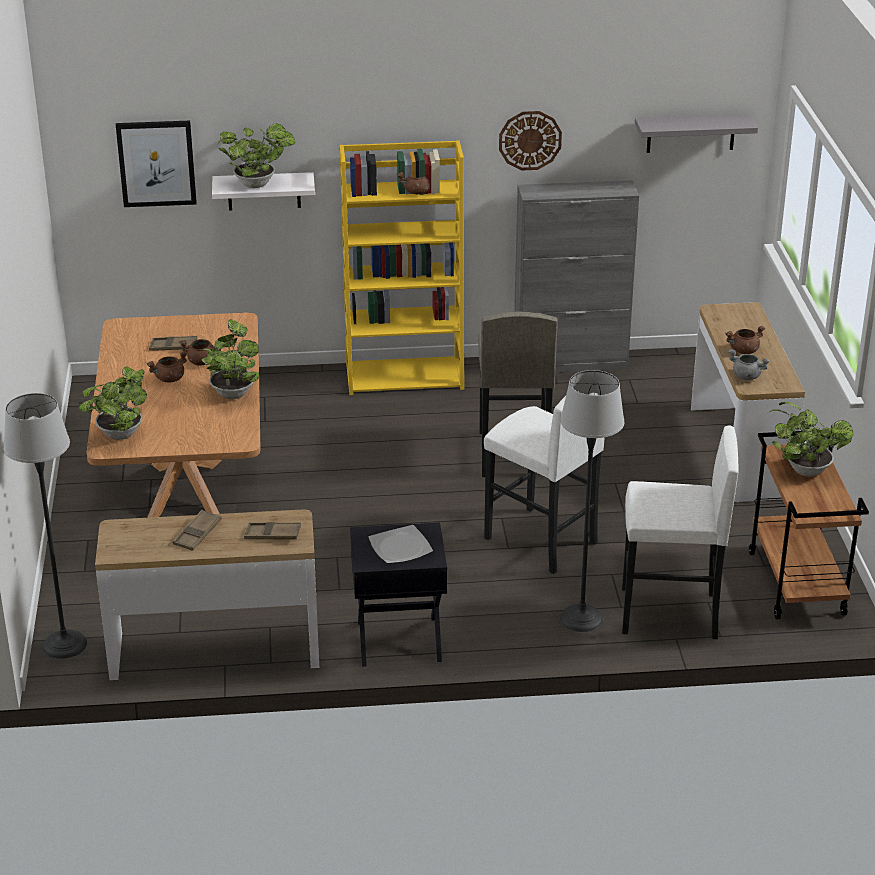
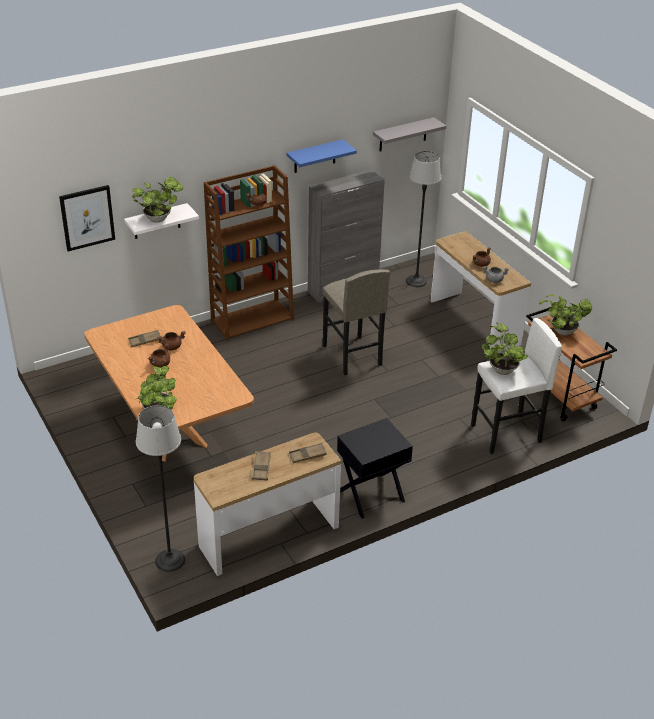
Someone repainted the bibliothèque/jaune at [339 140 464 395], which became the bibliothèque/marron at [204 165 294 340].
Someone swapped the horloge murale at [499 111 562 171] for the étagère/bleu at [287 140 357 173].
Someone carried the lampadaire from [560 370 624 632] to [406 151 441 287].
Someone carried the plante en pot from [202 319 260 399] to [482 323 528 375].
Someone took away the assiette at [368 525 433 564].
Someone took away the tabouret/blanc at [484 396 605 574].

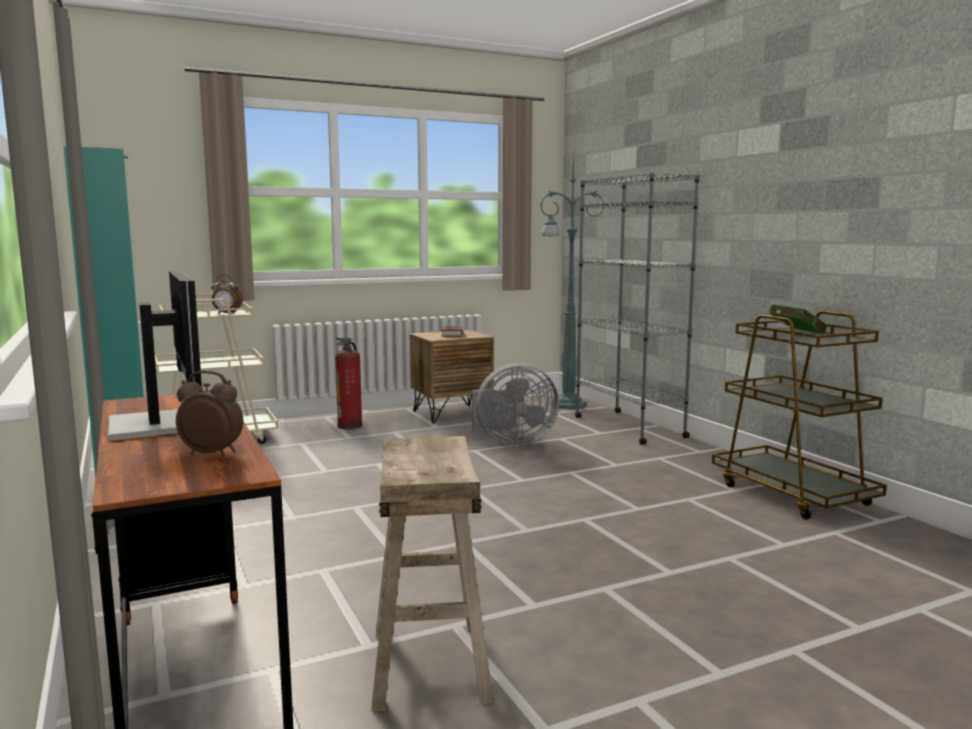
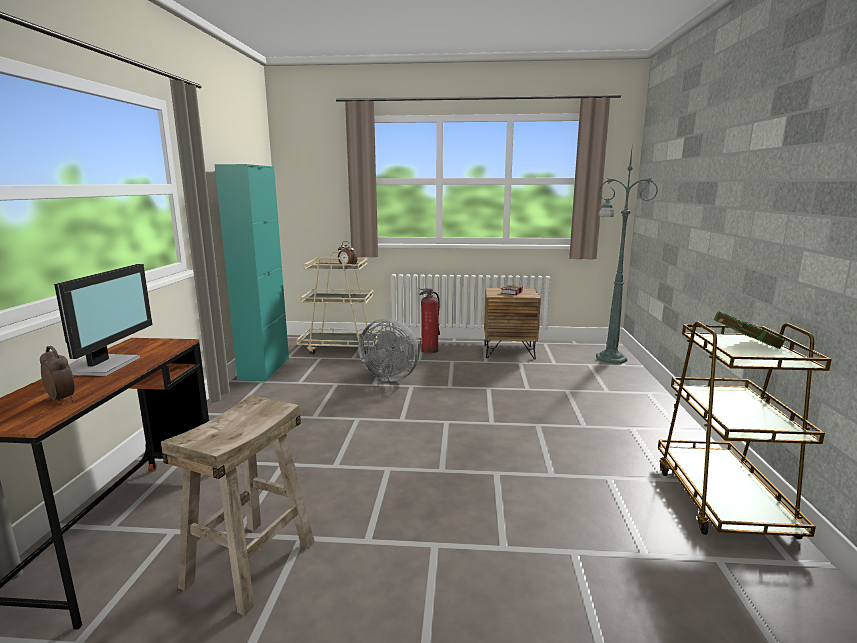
Someone carried the ventilateur/gris from [472 363 559 446] to [358 318 419 381].
Someone took away the bibliothèque/gris at [575 173 700 445].

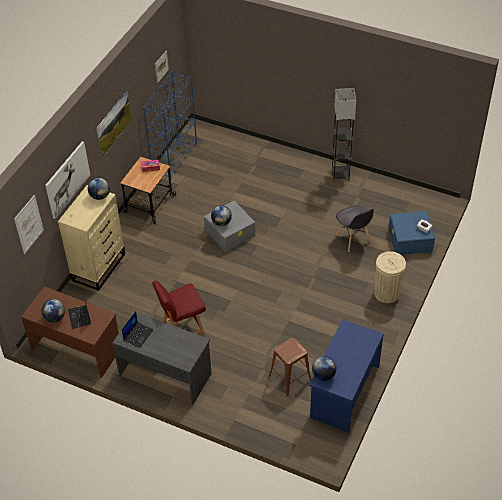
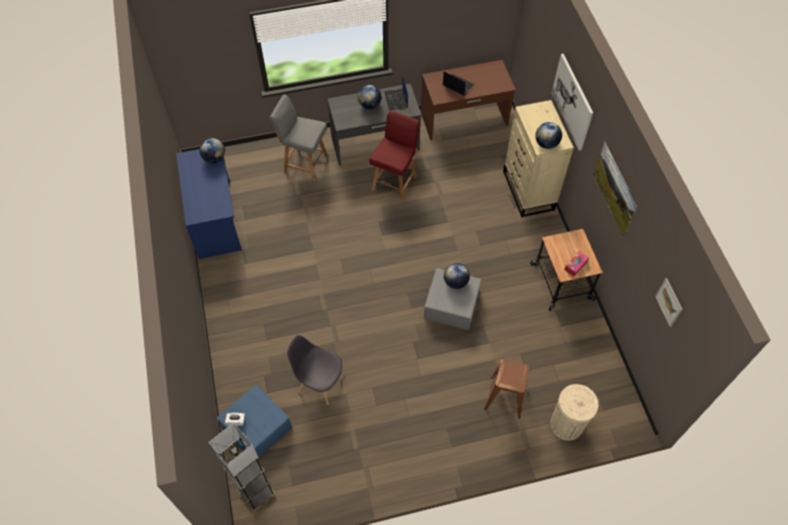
Someone carried the lampadaire/gris from [331 88 356 179] to [209 423 275 511].
Someone put down the chaise/gris at [270 94 328 181].
Someone carried the globe from [41 299 65 322] to [358 85 381 109].
Someone carried the tabouret/marron from [269 338 311 396] to [484 359 529 419].
Someone carried the poubelle/beige from [374 251 406 303] to [550 384 598 441].
Someone took away the tableau at [14 195 44 254].
Someone took away the bibliothèque/bleu at [143 71 197 179].

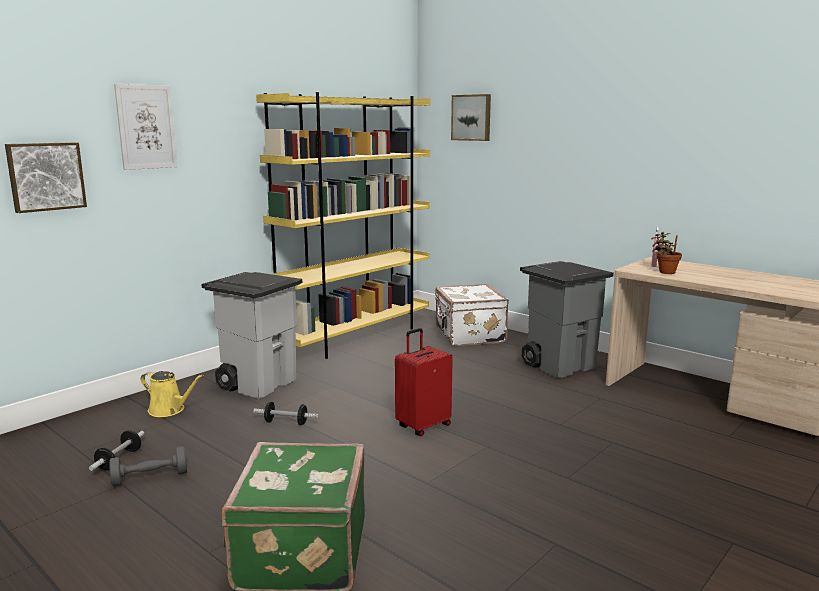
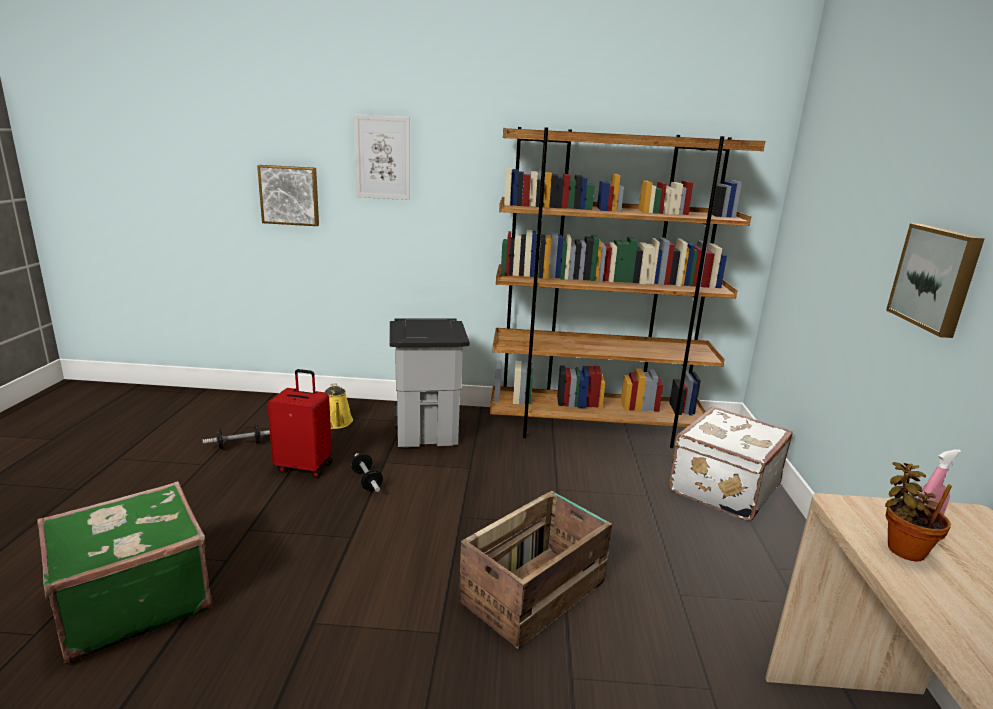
Someone carried the valise/rouge from [395 328 453 436] to [267 369 332 478].
Someone put down the caisse at [459 491 612 649].
Someone repainted the bibliothèque/jaune at [256 92 431 359], which became the bibliothèque/marron at [490 127 765 448].
Someone carried the tableau from [451 94 491 141] to [886 223 985 338].
Someone took away the haltère/gris at [109 446 187 486].
Someone took away the poubelle/gris at [520 261 614 378].

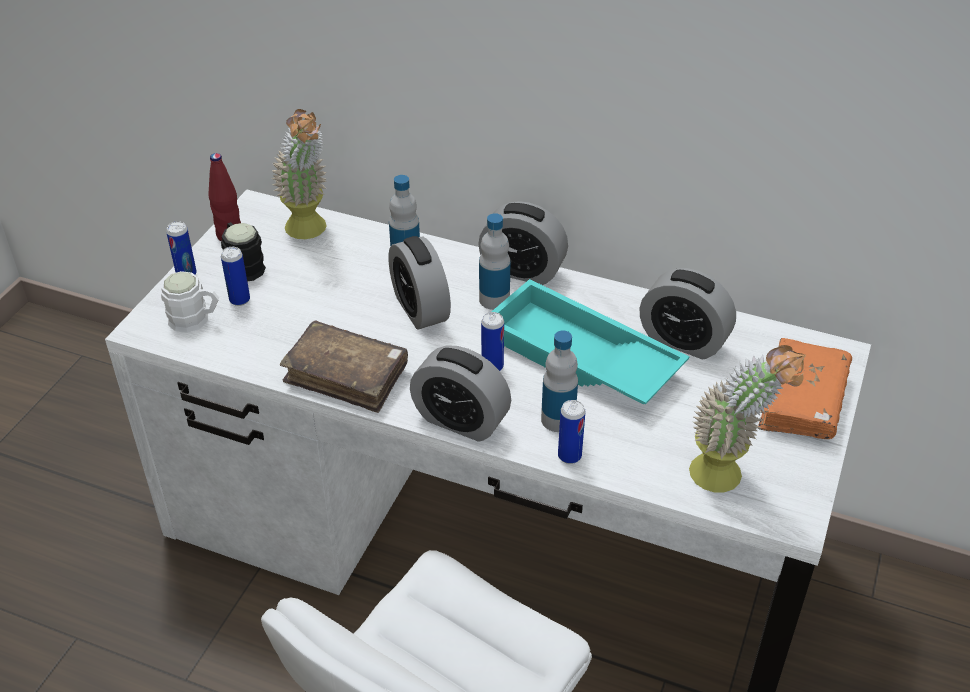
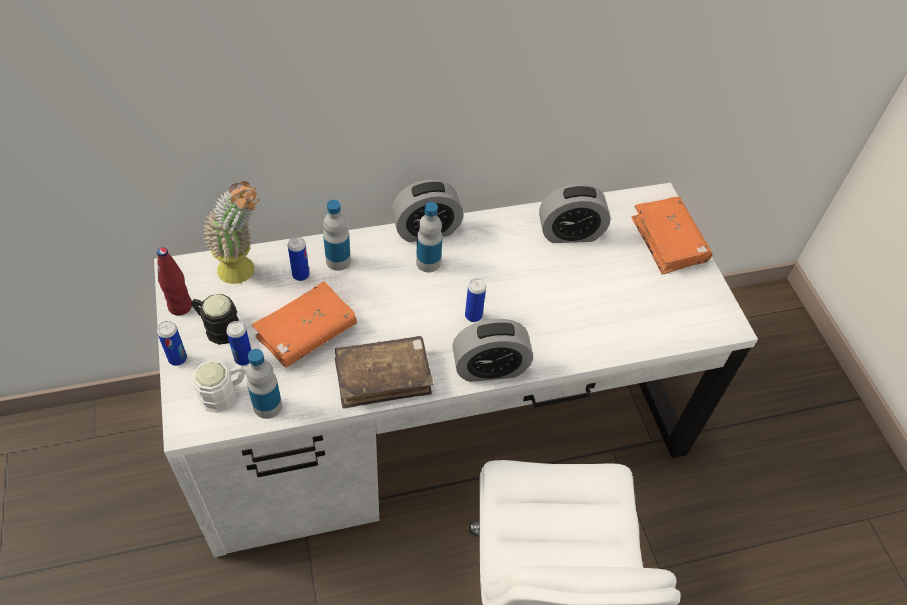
Someone carried the bouteille from [541 330 578 432] to [246 349 282 419].
Someone put down the livre/orange at [252 281 357 367].
Someone carried the boîte métallique from [558 400 586 464] to [288 237 309 281].
Someone took away the réveil at [388 236 451 329].
Someone took away the plateau/turquoise at [491 279 689 405].
Someone took away the plante en pot at [689 345 806 492].

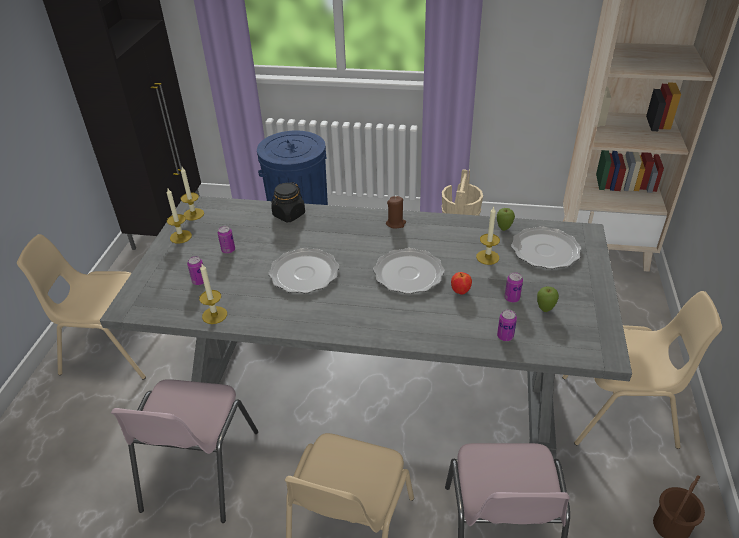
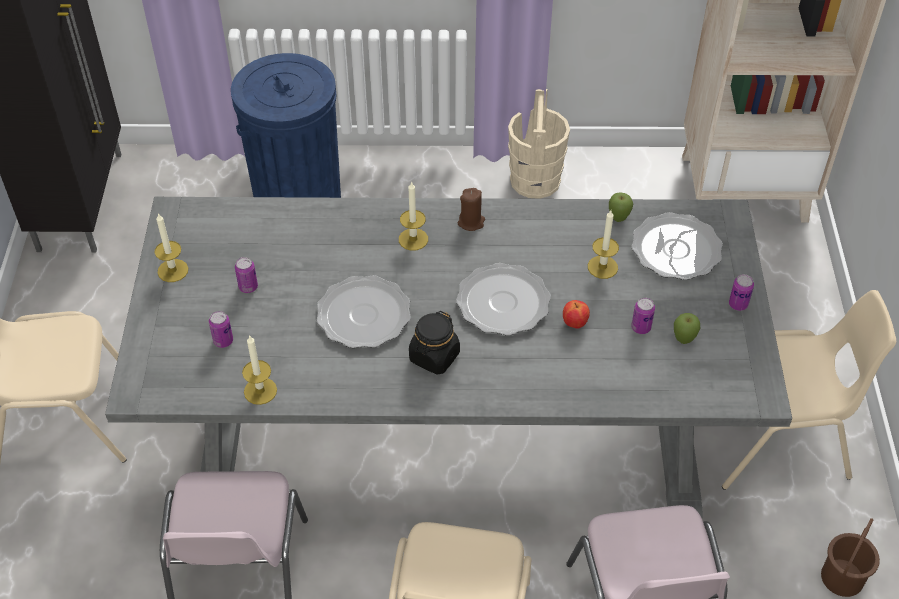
Someone carried the bougie from [181 167 204 221] to [399 181 428 251].
Someone carried the bocal/noir from [271 182 305 222] to [409 311 460 375].
Someone carried the boîte métallique from [497 309 517 341] to [729 274 754 311].

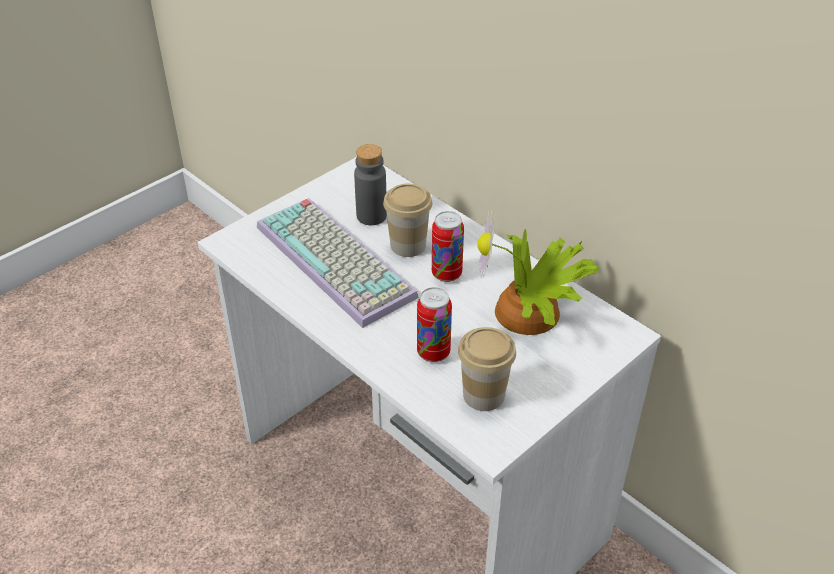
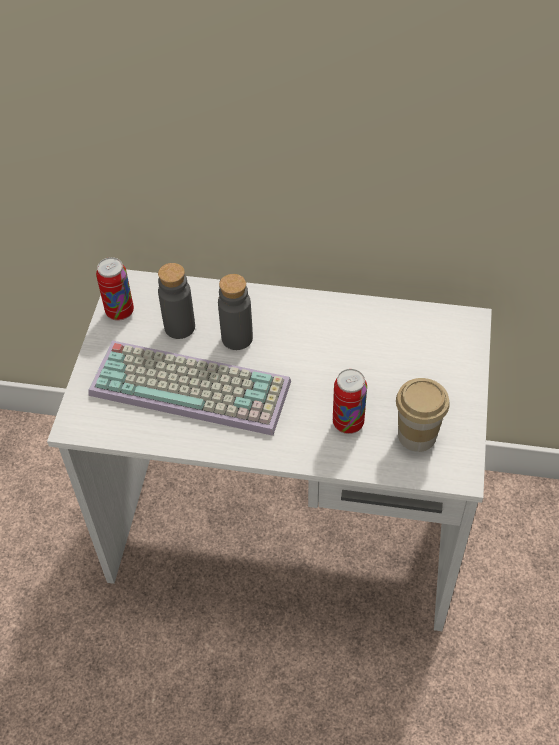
Someone carried the boîte métallique from [432 211 464 282] to [96 257 134 320].
Someone swapped the tasse at [383 184 432 257] for the bouteille/gris at [218 274 253 350].
Someone took away the plante en pot at [477 209 600 335].

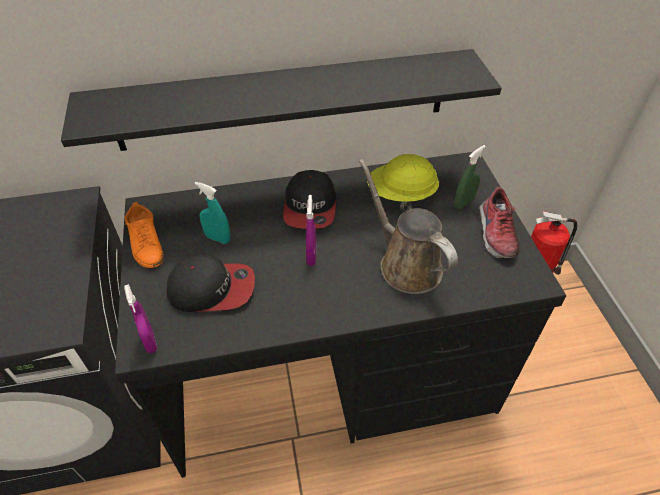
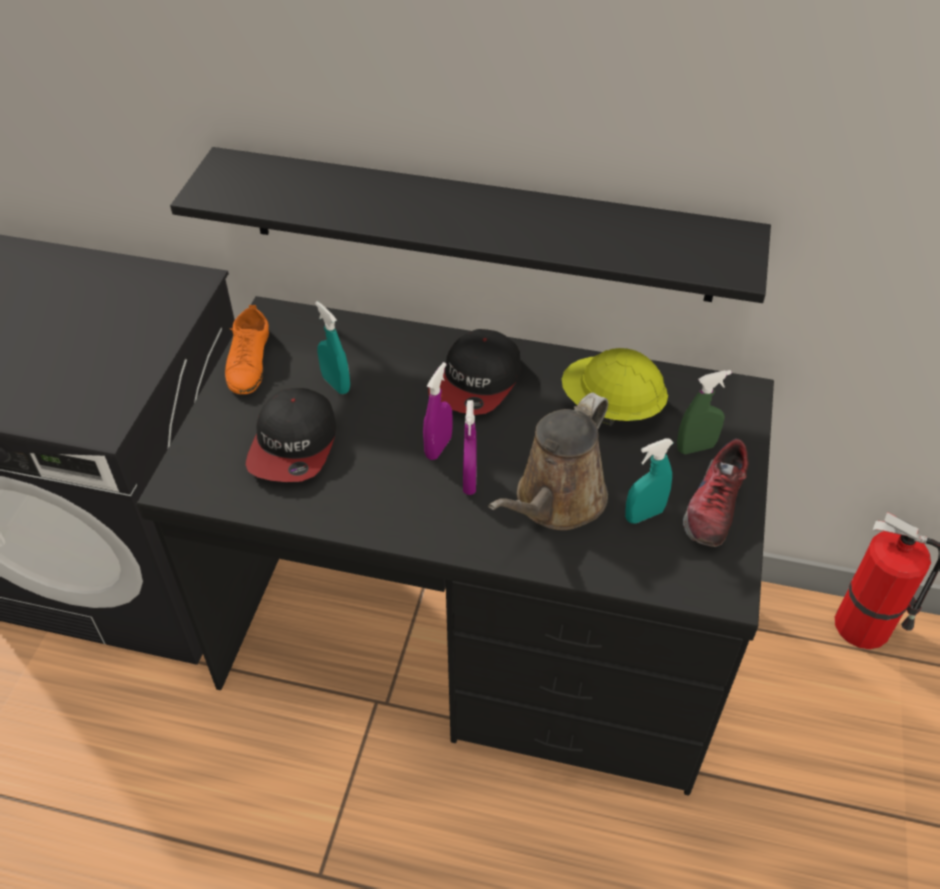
Someone rotated the casquette at [166 255 255 312] by 75 degrees clockwise.
Someone carried the vaporisateur/violet from [124 284 157 353] to [463 400 477 495].
Someone rotated the arrosoir/marron at [359 159 458 294] by 135 degrees counterclockwise.
Someone put down the vaporisateur/turquoise at [625 438 673 524].

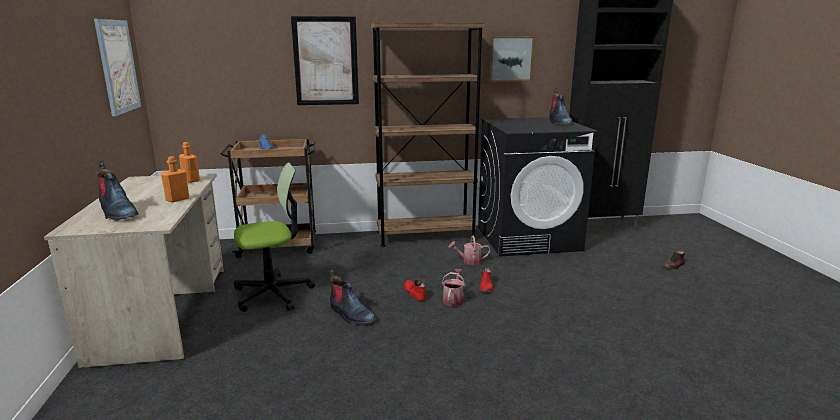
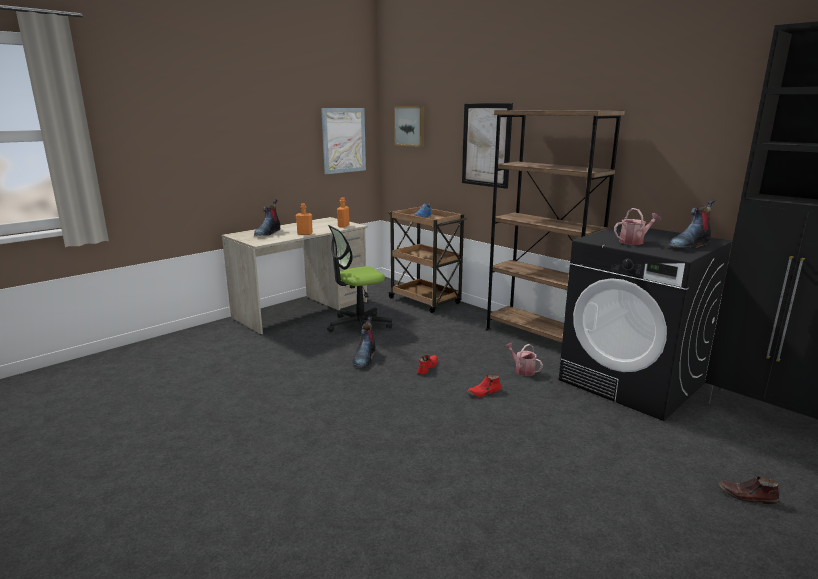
Someone rotated the chaise de bureau at [234 162 315 312] by 120 degrees clockwise.
Someone carried the tableau from [489 36 534 82] to [394 107 424 147].
Someone carried the arrosoir from [442 269 465 306] to [614 208 661 245].

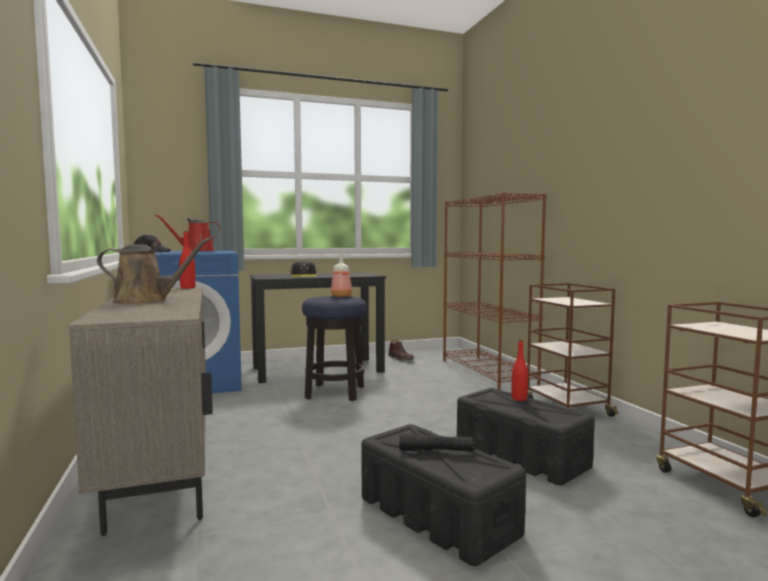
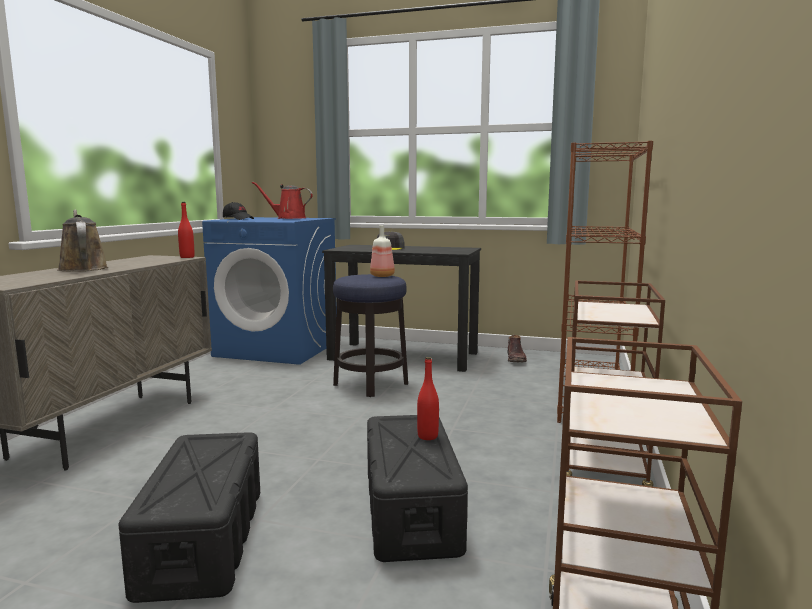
Someone rotated the arrosoir/marron at [97 237 211 304] by 150 degrees counterclockwise.
Someone took away the lampe de poche/noir at [399 433 475 451].

